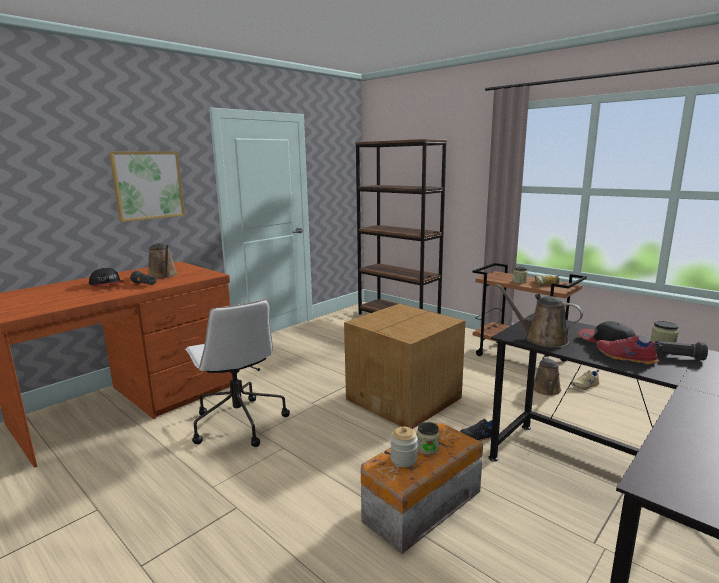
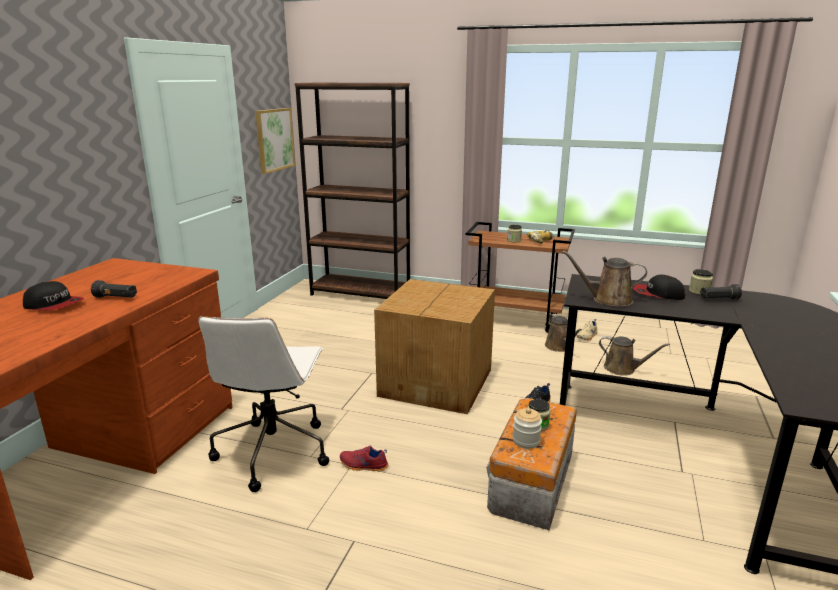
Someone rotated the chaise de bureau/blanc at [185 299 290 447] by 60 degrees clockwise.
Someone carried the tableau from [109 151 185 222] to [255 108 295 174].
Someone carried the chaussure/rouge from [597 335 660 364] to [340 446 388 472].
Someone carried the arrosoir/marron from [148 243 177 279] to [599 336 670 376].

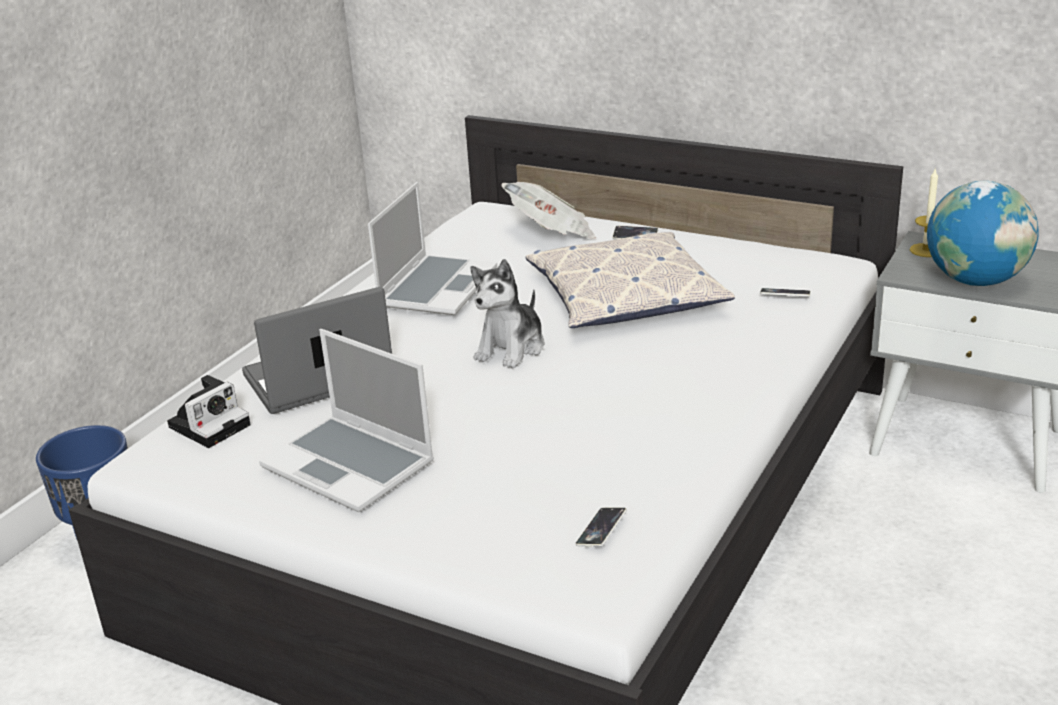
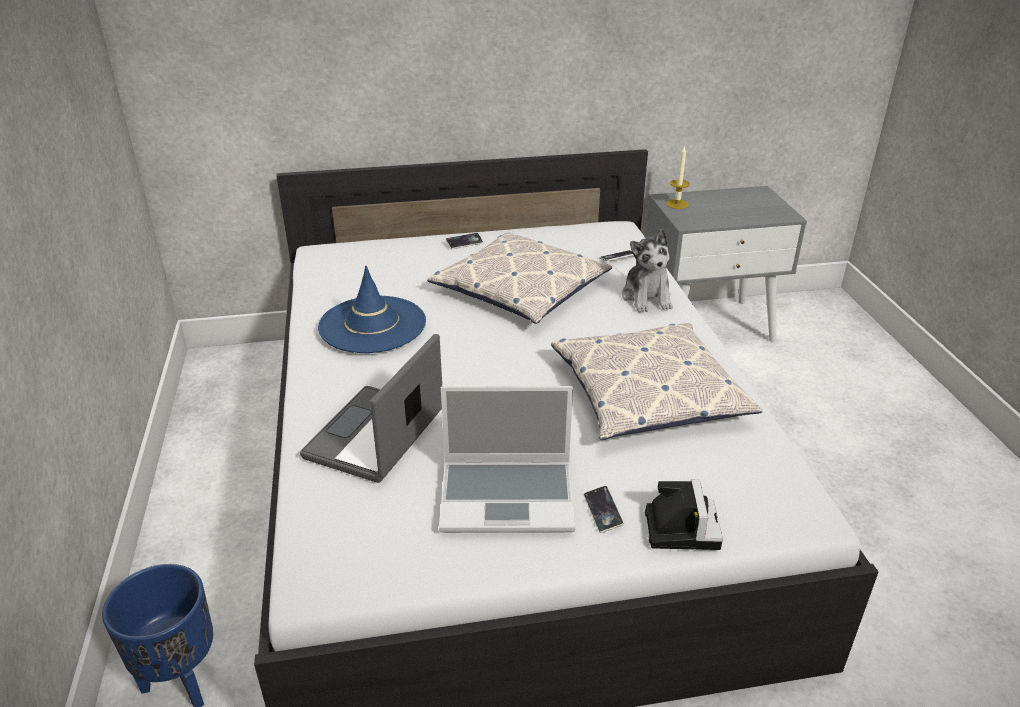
Someone swapped the ordinateur portable at [368 182 497 315] for the chapeau/bleu at [318 266 426 353].
Someone put down the coussin at [551 323 763 440].
Someone carried the téléphone from [575 508 627 547] to [584 486 624 533].
Someone carried the peluche from [471 259 545 368] to [622 229 673 313].
Someone carried the appareil photo from [167 375 251 448] to [645 479 723 550].
Someone took away the journal at [502 182 596 239].
Someone took away the globe at [927 181 1038 286].

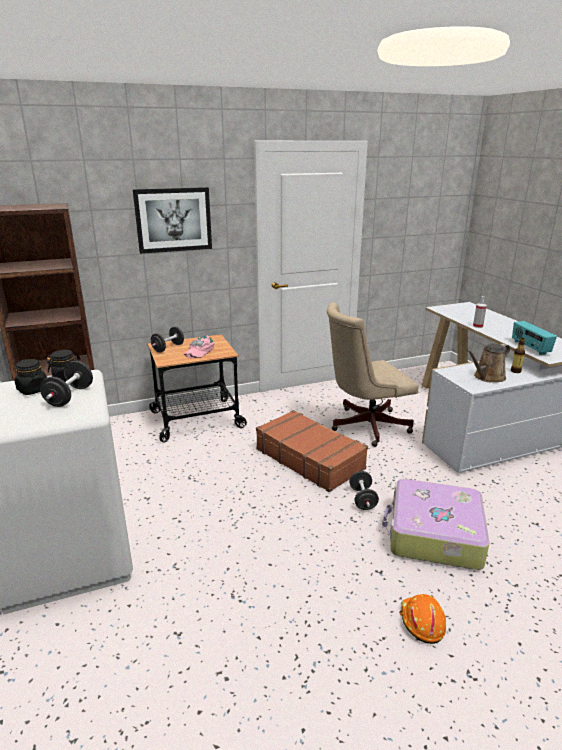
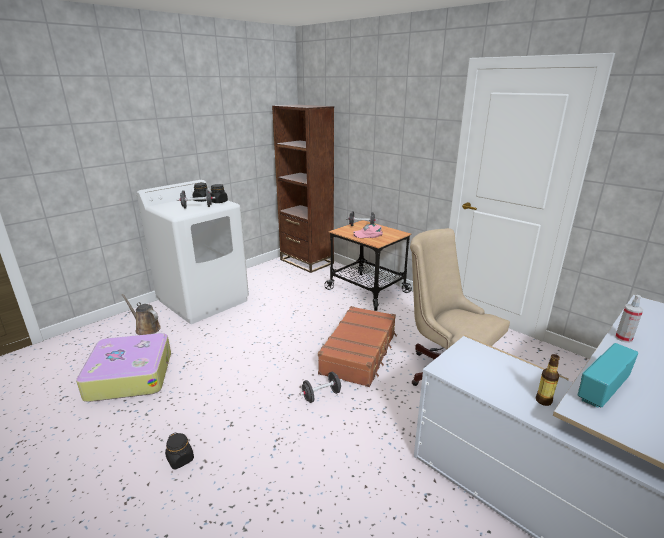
Someone carried the valise from [382 479 489 570] to [76 333 171 402].
Someone carried the arrosoir/marron from [466 343 510 382] to [122 294 161 335].
Someone swapped the casque de chantier/orange at [399 594 446 644] for the bocal/noir at [165 432 194 469].
Someone took away the tableau at [133 187 212 254].

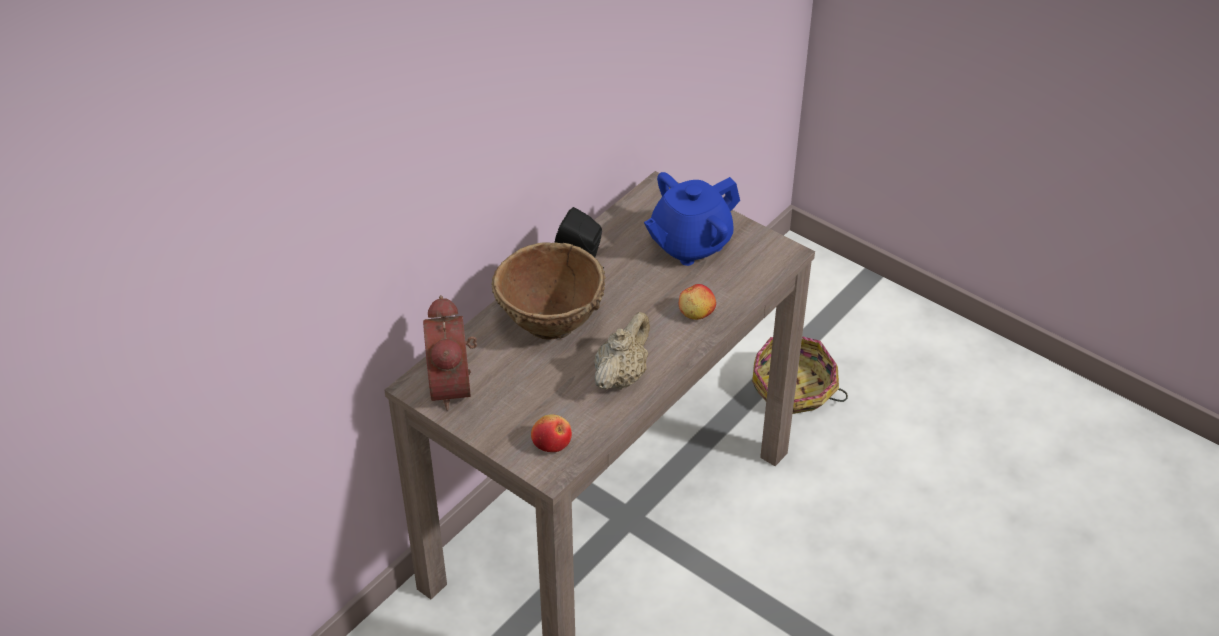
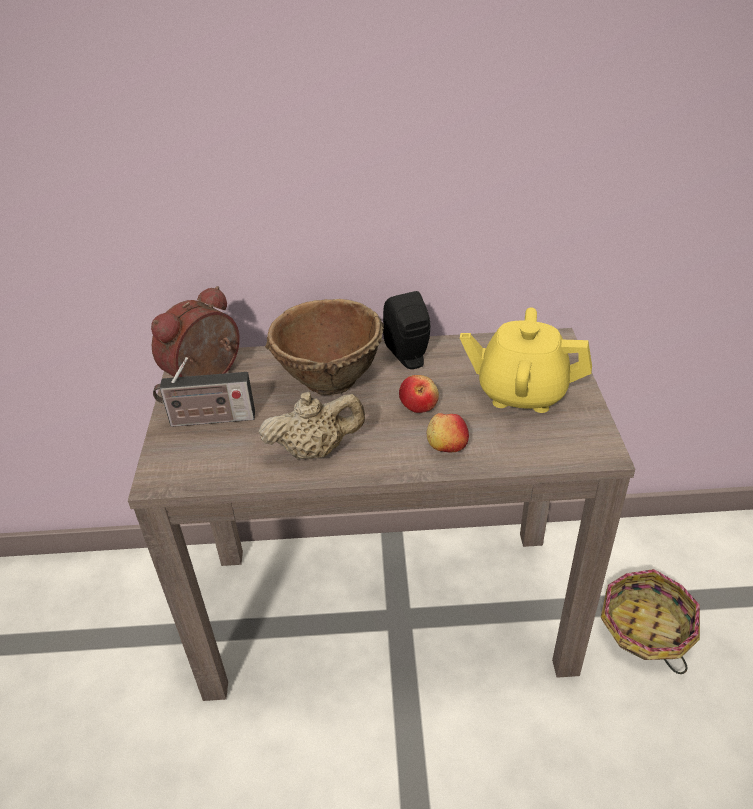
Someone put down the radio at [153 357 255 427].
Someone carried the pomme from [531 415 572 452] to [399 375 439 413].
Someone repainted the théière/bleu at [644 172 740 266], which became the théière/jaune at [460 307 592 413].

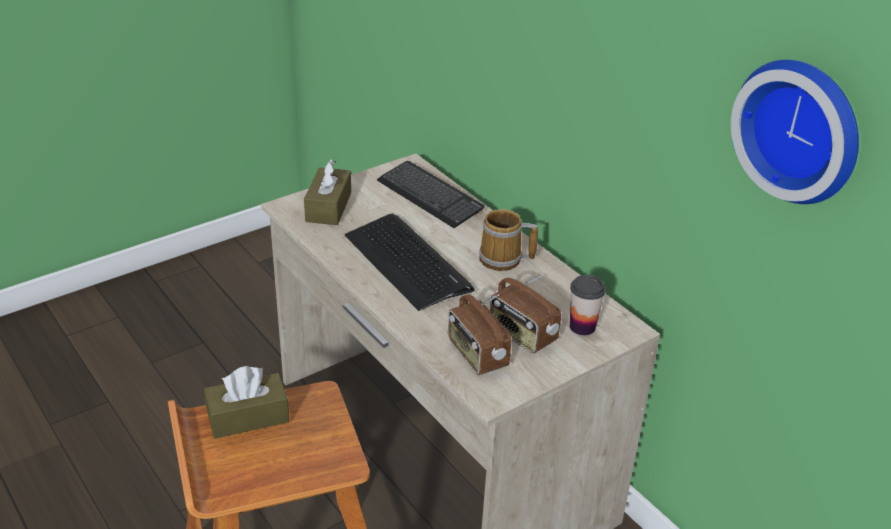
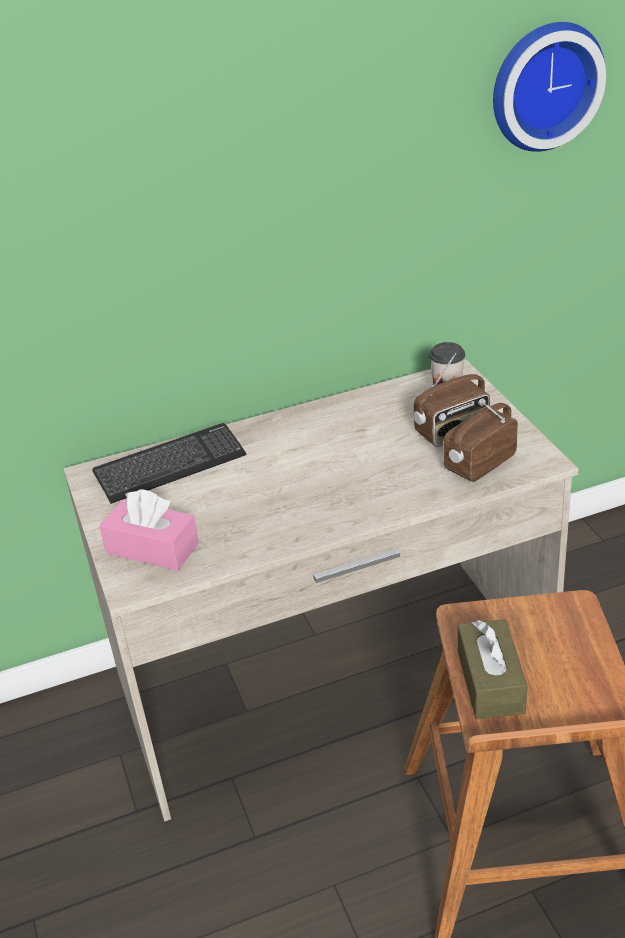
Someone repainted the boîte à mouchoirs/marron at [304 160 351 225], which became the boîte à mouchoirs/rose at [99 489 199 571].
Someone rotated the radio at [448 294 511 375] by 150 degrees clockwise.
Someone took away the clavier at [345 214 475 311].
Someone took away the mug at [479 209 538 271].

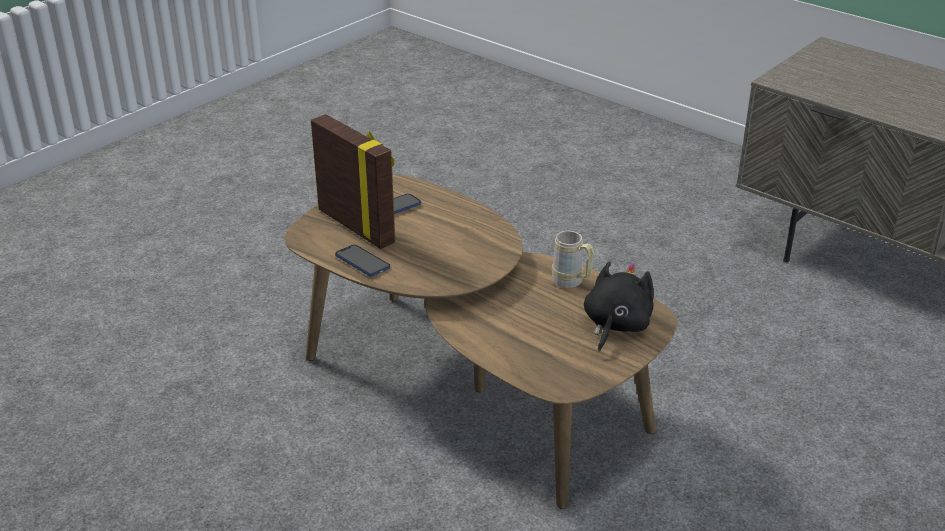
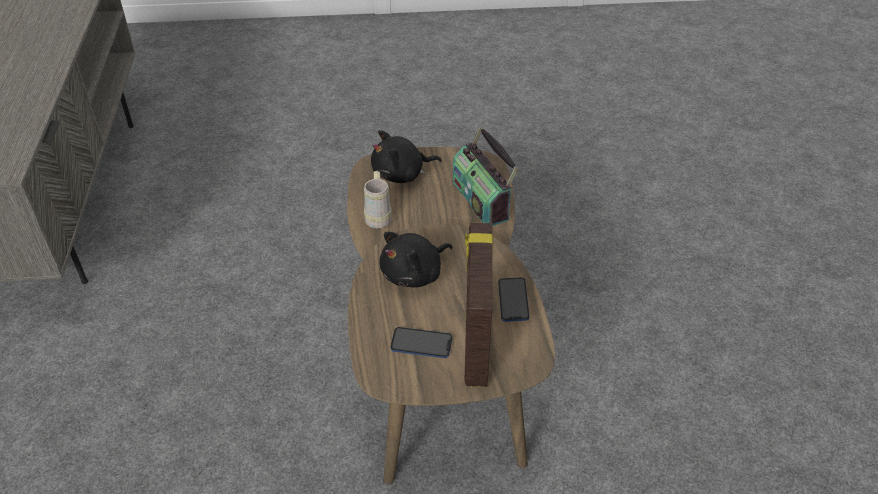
Someone put down the peluche/noir at [379 232 452 288].
Someone put down the radio at [453 126 518 226].

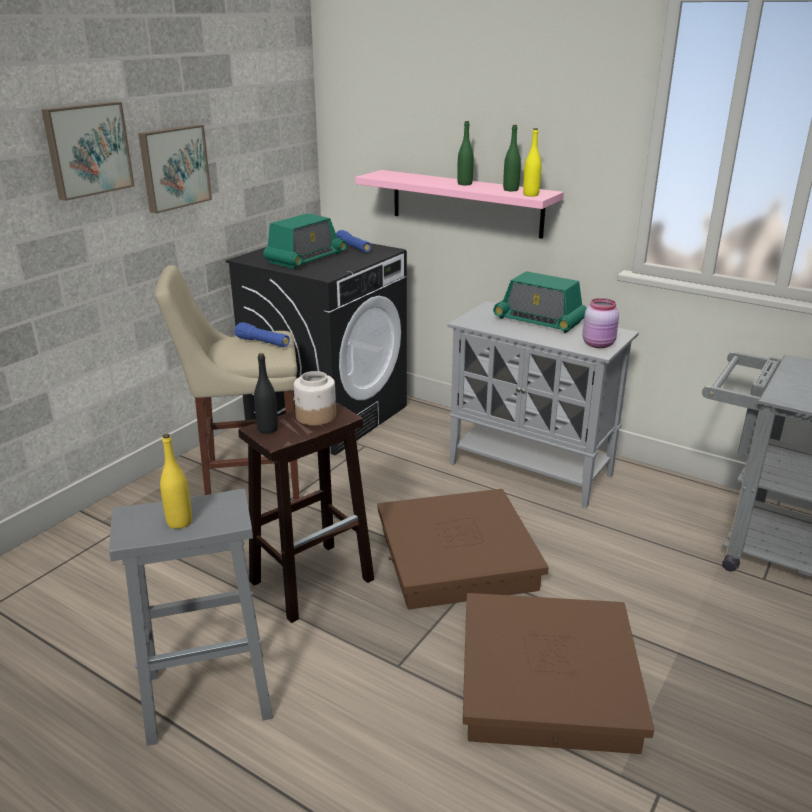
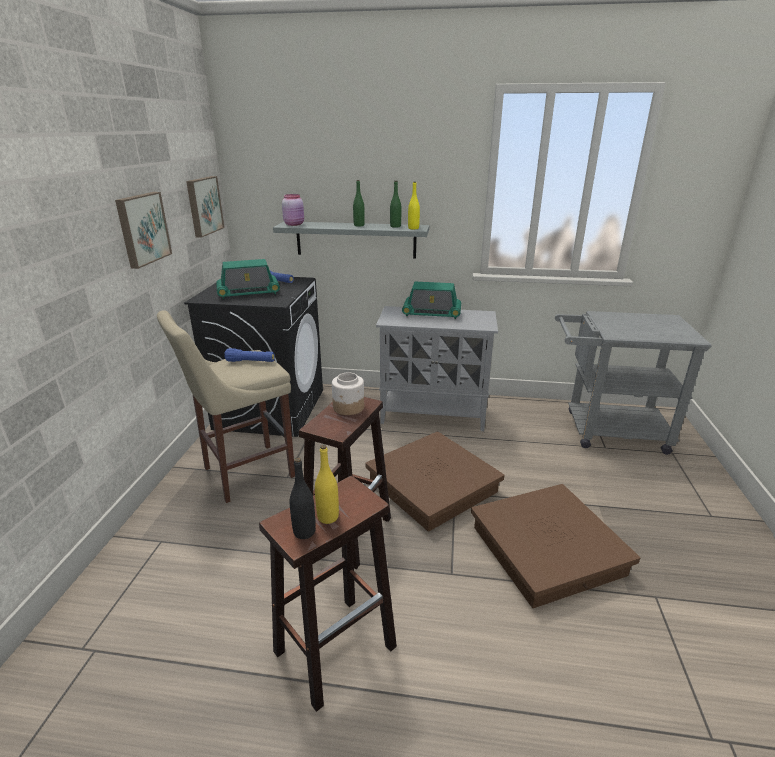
Someone carried the tableau from [41 102 134 201] to [186 176 224 238].
Someone rotated the radio at [263 213 347 269] by 60 degrees clockwise.
Someone repainted the tabouret/gris at [109 489 273 746], which became the tabouret/marron at [259 476 397 712].
Someone repainted the étagère/rose at [355 170 564 239], which became the étagère/gris at [273 222 429 259].
Someone carried the bocal/rose from [582 298 619 348] to [282 194 304 226].
Someone carried the bouteille/noir from [254 353 278 434] to [290 457 316 539].

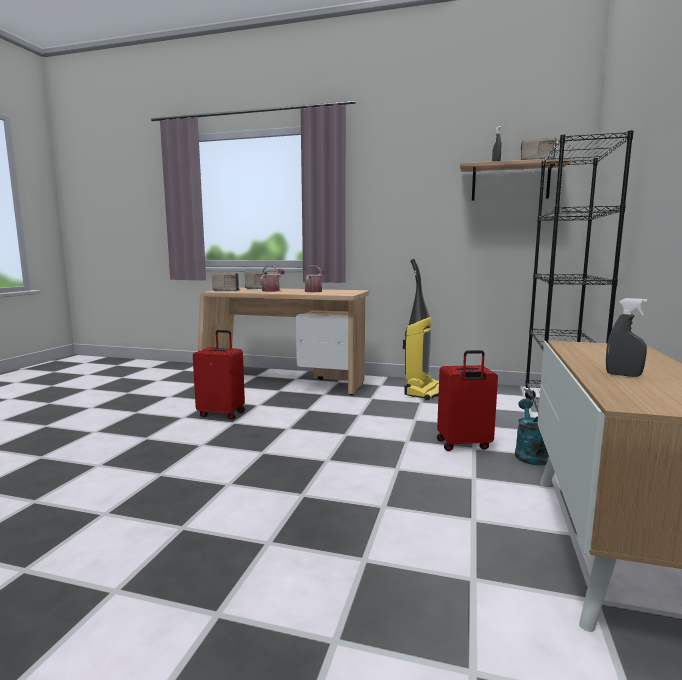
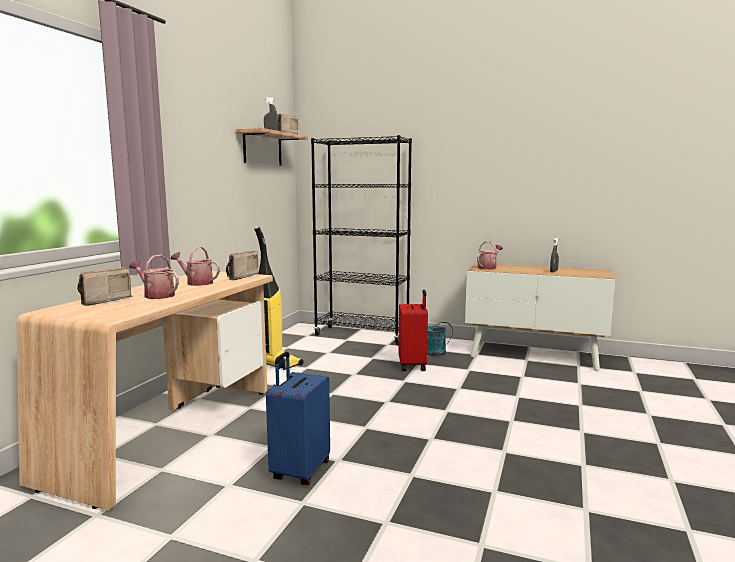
Someone carried the radio from [212 272 240 291] to [226 251 259 280].
Someone repainted the valise/rouge at [193 330 245 420], which became the valise/bleu at [266 352 330 485].
Someone put down the arrosoir at [477 241 503 270].

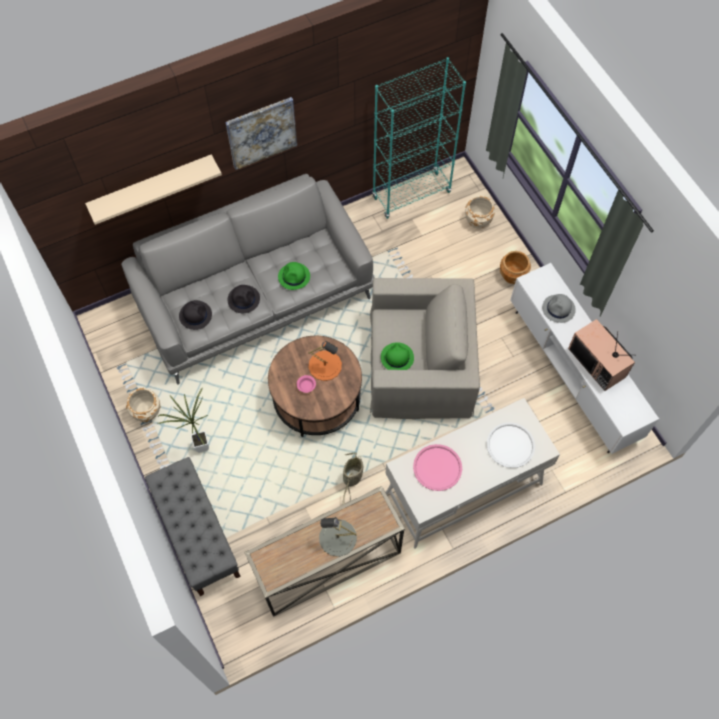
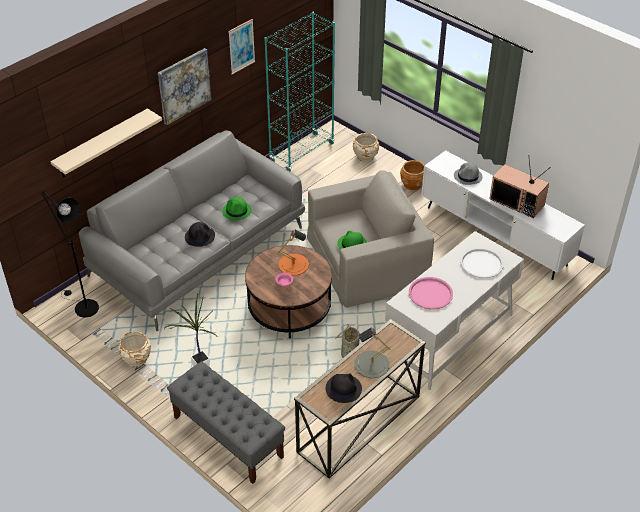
Someone put down the lampadaire/noir at [41 190 99 318].
Someone put up the tableau at [228 19 255 75].
Someone carried the chapeau/noir from [179 300 212 330] to [326 373 362 403].

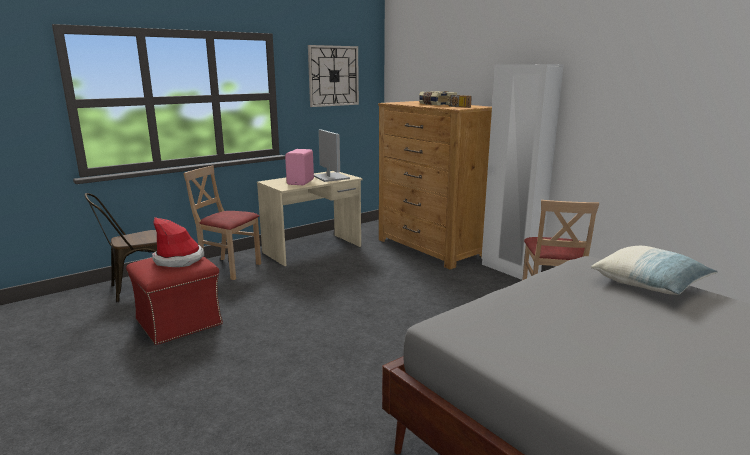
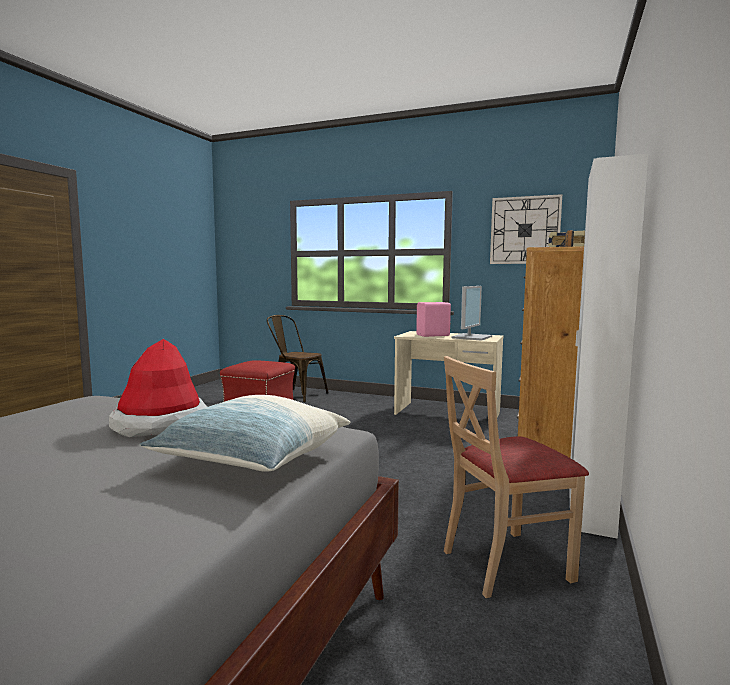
Someone carried the chapeau from [152 217 204 267] to [109 339 207 437].
Someone took away the chaise/beige at [183 166 261 280].

